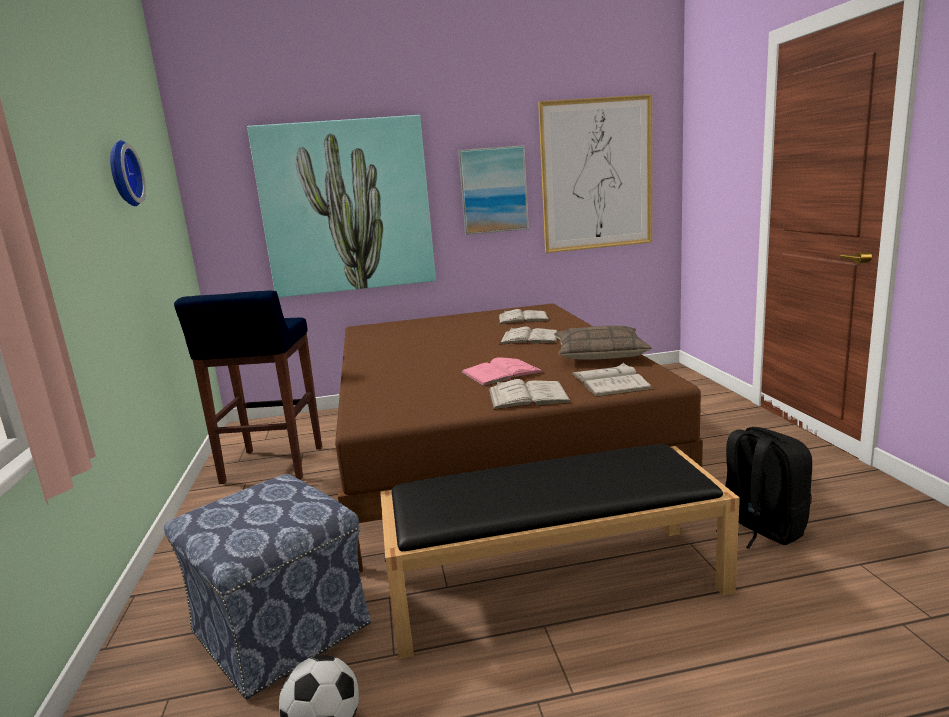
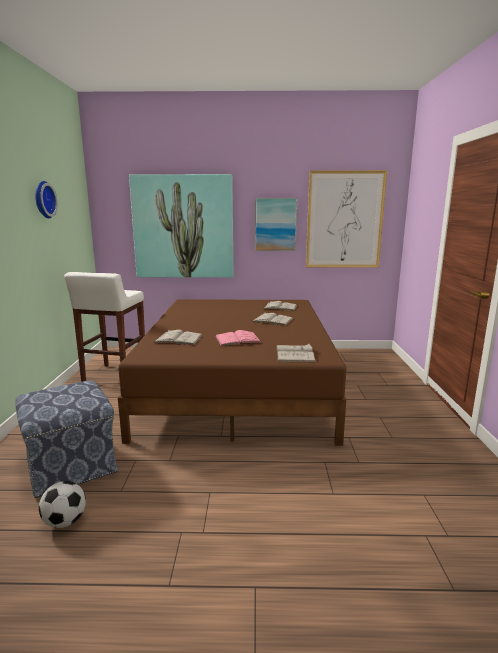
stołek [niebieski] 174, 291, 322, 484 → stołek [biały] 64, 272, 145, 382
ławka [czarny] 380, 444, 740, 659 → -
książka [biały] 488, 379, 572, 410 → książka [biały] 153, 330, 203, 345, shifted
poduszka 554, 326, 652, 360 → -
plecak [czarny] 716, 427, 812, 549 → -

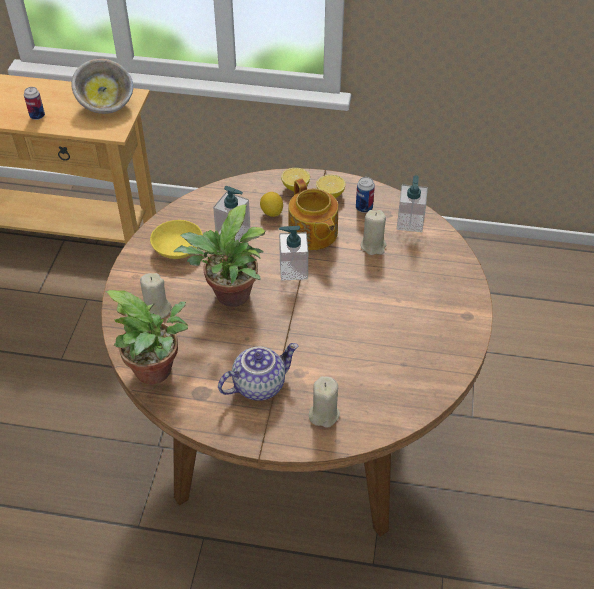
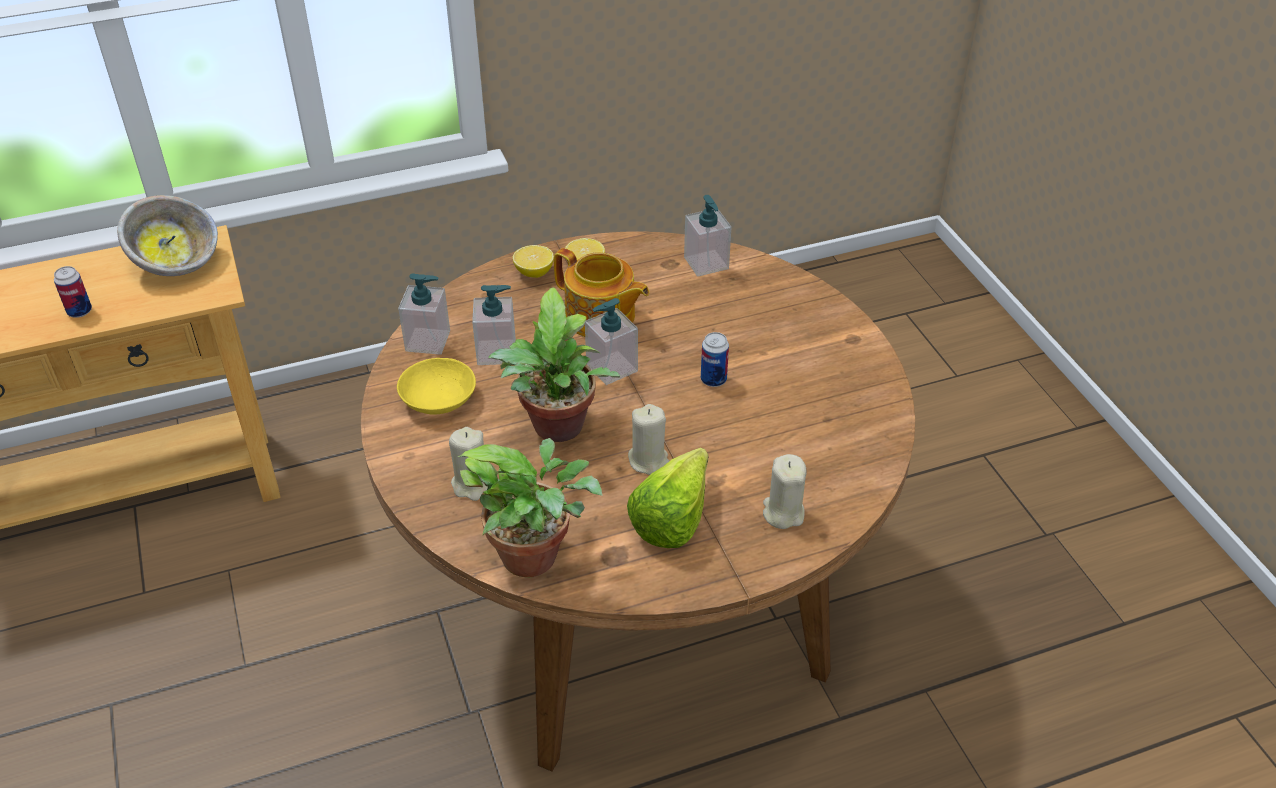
imbryk 218, 343, 298, 401 → sałata 627, 448, 708, 548
cytryna 260, 192, 283, 217 → -
puszka 356, 177, 375, 213 → puszka 701, 332, 729, 387, shifted
świeca [beżowy] 361, 210, 386, 255 → świeca [beżowy] 628, 404, 669, 475, shifted
- → dozownik mydła 398, 273, 450, 355

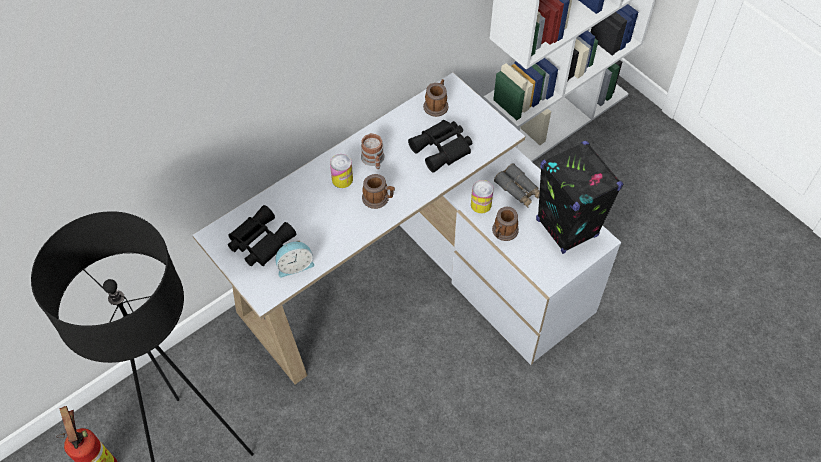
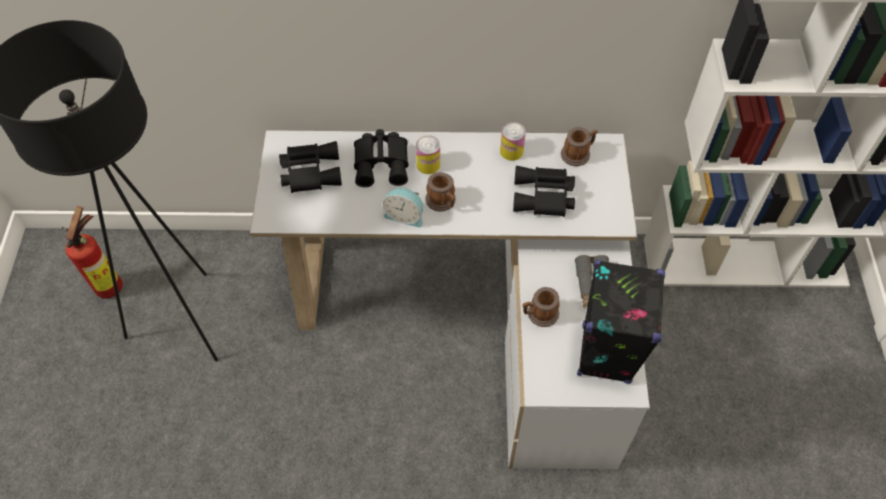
budzik 275, 240, 315, 277 → budzik 383, 188, 423, 228, shifted
kubek 361, 133, 385, 169 → -
puszka 471, 180, 494, 214 → puszka 500, 122, 526, 161, shifted
- → lornetka [czarny] 354, 129, 408, 187

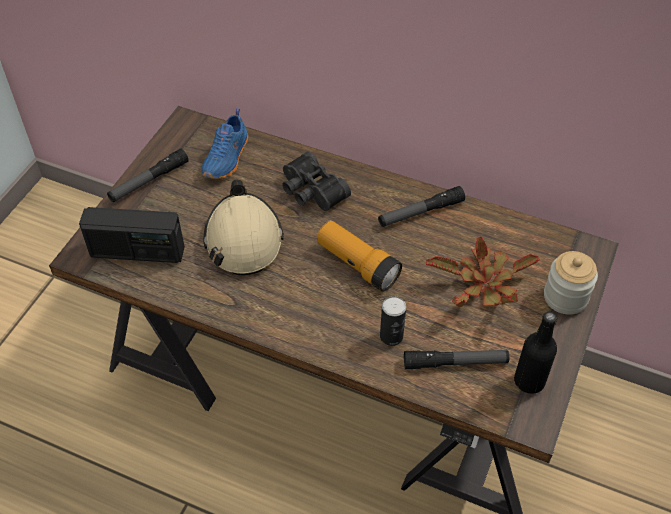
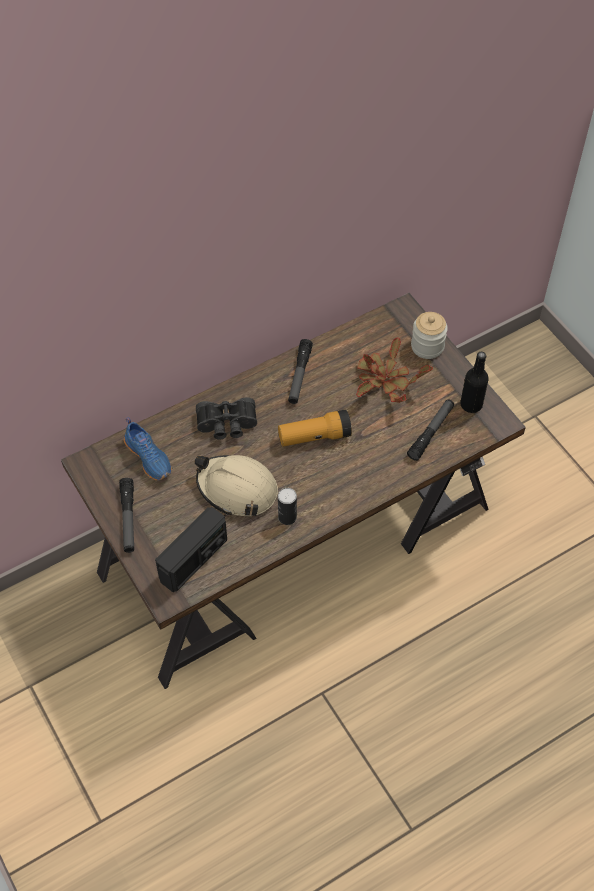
puszka 380, 296, 406, 346 → puszka 278, 488, 297, 525, shifted

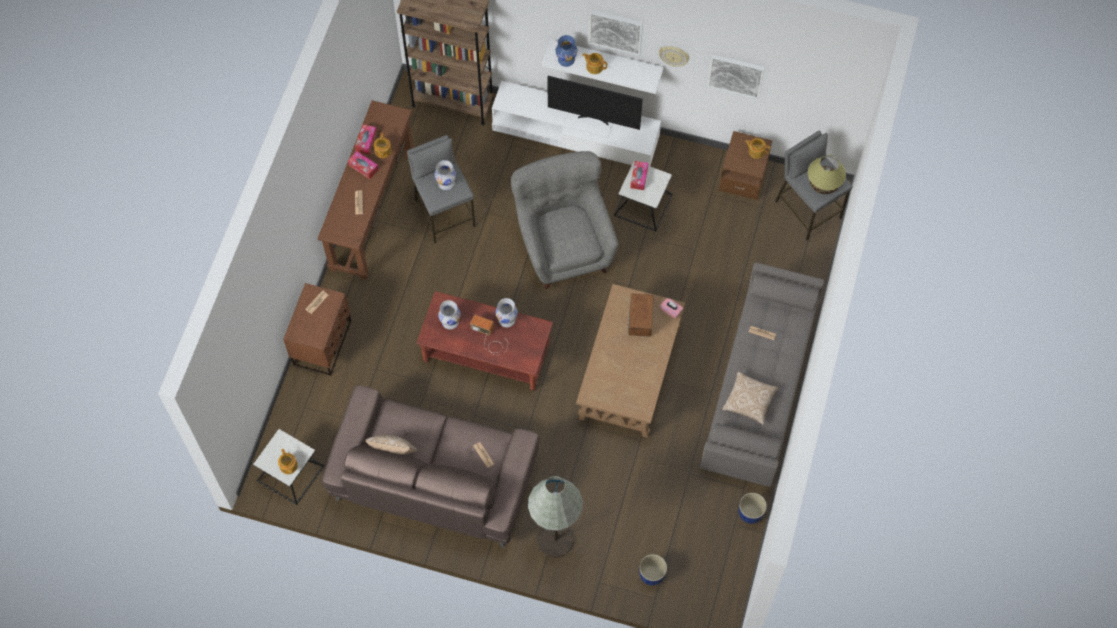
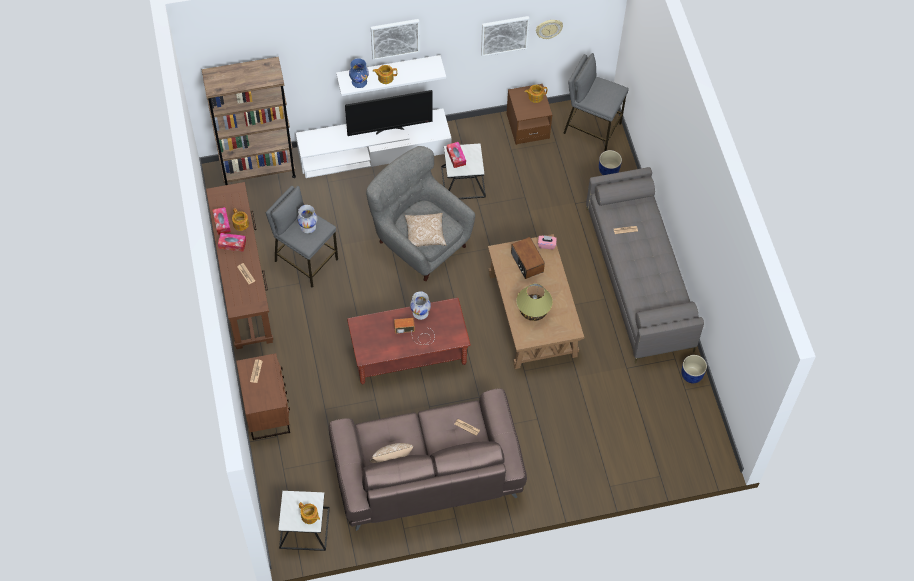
wazon [biały] 438, 300, 461, 329 → -
lampa stojąca [szary] 528, 476, 583, 558 → -
donica [niebieski] 639, 554, 667, 586 → donica [niebieski] 599, 150, 622, 175, shifted
zegar ścienny 659, 46, 689, 67 → zegar ścienny 536, 20, 563, 39, shifted
poduszka 722, 371, 779, 425 → poduszka 405, 213, 446, 247, shifted
lampa stołowa 808, 155, 846, 194 → lampa stołowa 516, 284, 553, 321, shifted

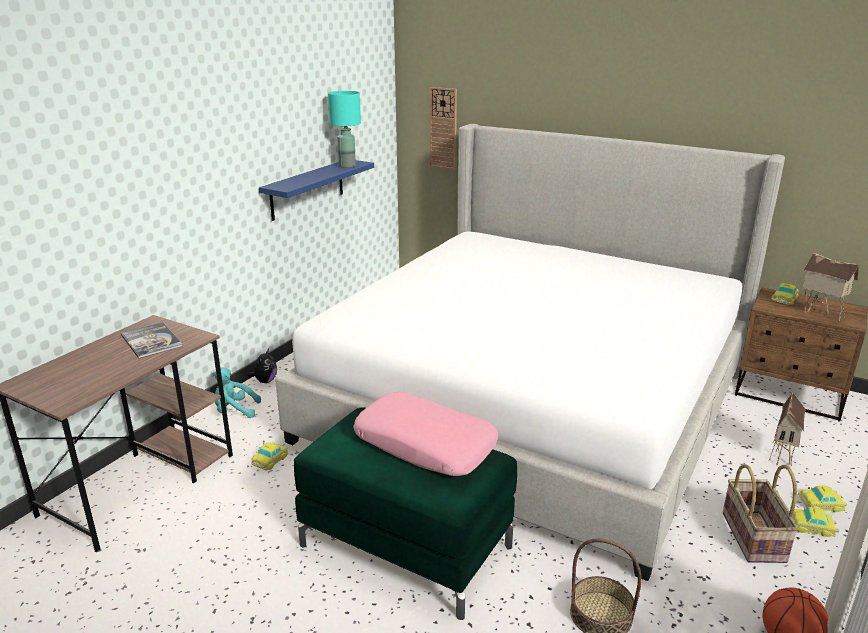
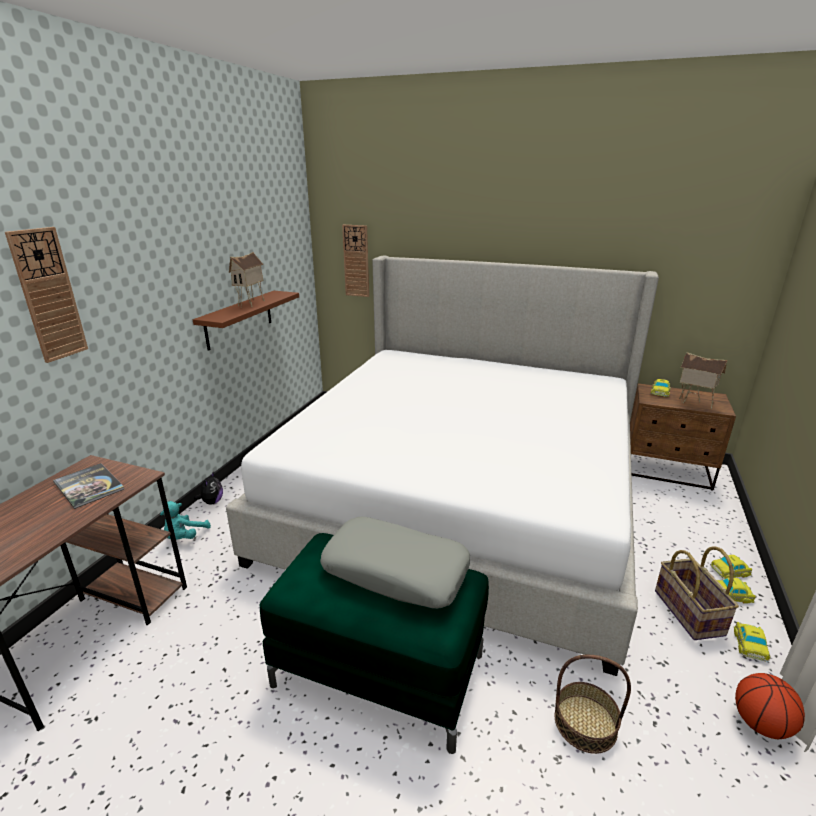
pluszak [turkusowy] 212, 367, 261, 418 → pluszak [turkusowy] 160, 501, 211, 540, 60 degrees counterclockwise
samochodzik 251, 442, 289, 470 → samochodzik 734, 622, 770, 661, shifted
półka [niebieski] 259, 160, 374, 221 → półka [brązowy] 193, 291, 299, 351
lampa stołowa [turkusowy] 328, 91, 361, 168 → -
poduszka [różowy] 354, 392, 498, 476 → poduszka [szary] 320, 516, 470, 609
domek 769, 392, 805, 466 → domek 229, 252, 265, 308, shifted
- → zegar ścienny 5, 227, 88, 363

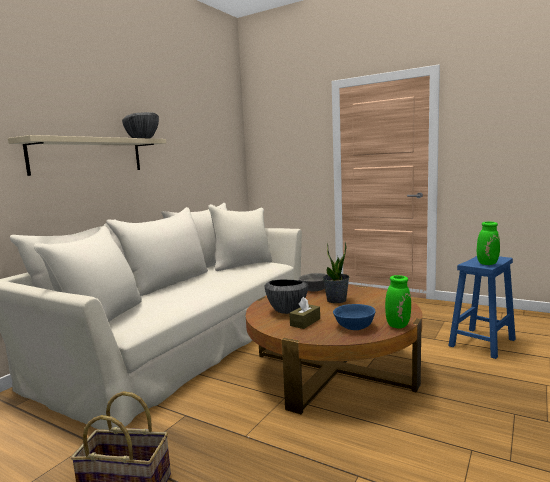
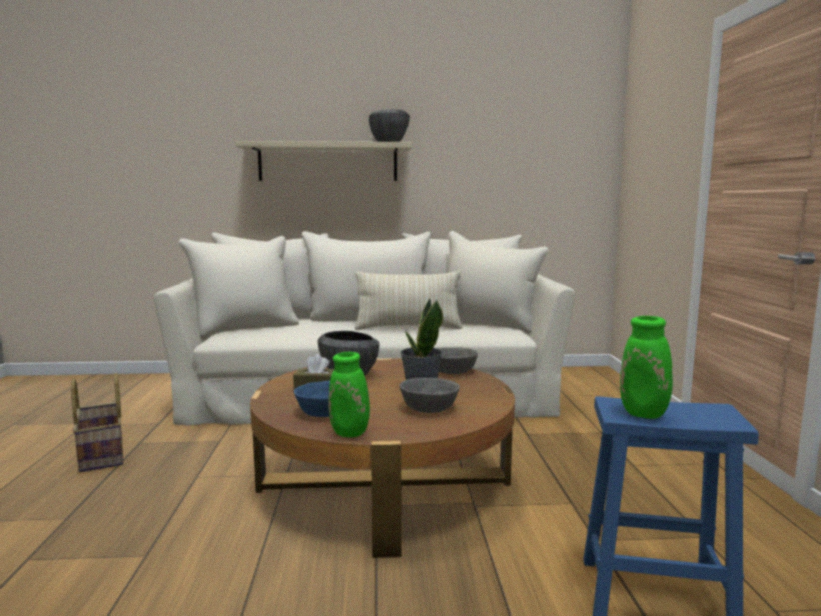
- → poduszka [beżowy] 354, 271, 463, 330
- → miska [szary] 400, 378, 460, 413

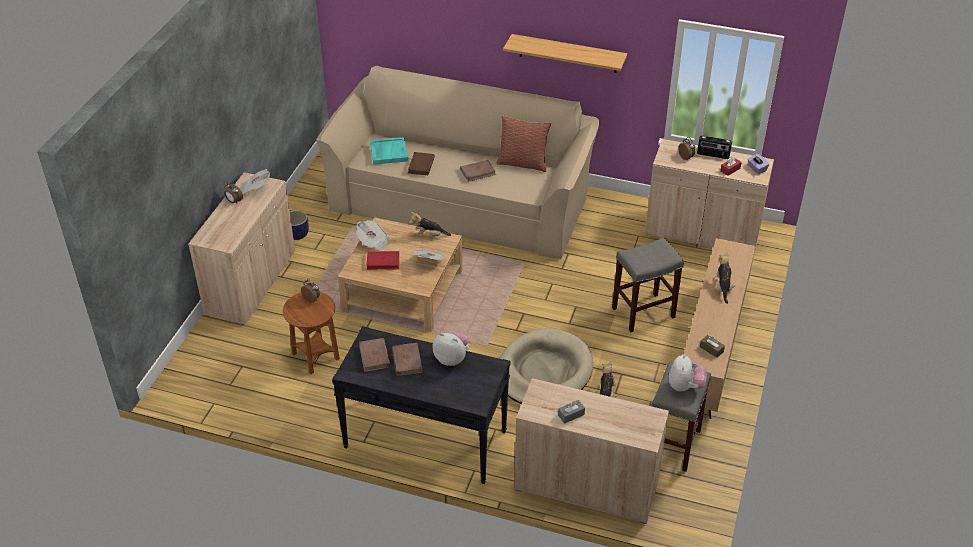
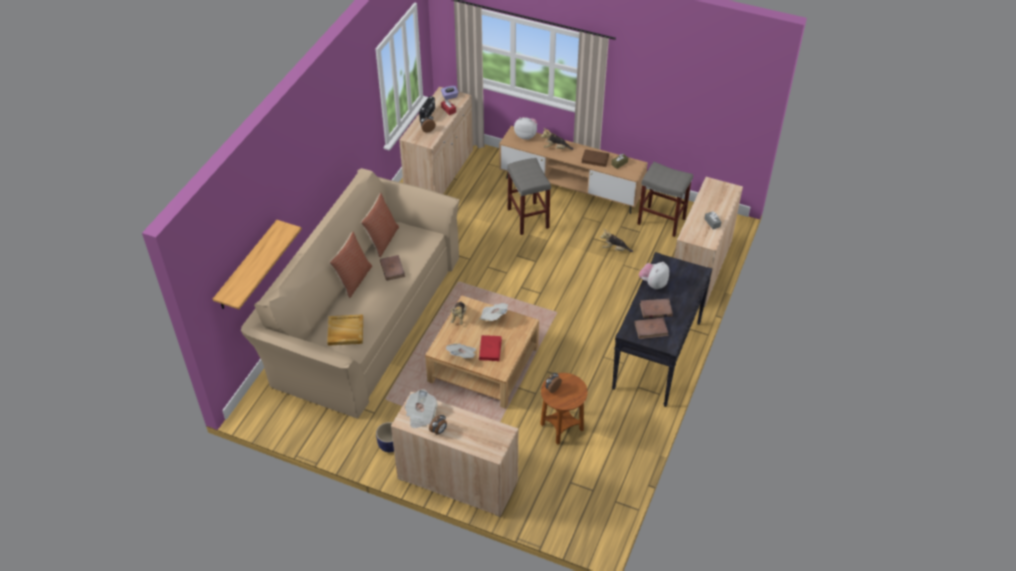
taca [turkusowy] 370, 137, 408, 165 → taca [beżowy] 327, 314, 363, 346
książka [brązowy] 408, 152, 435, 175 → książka [brązowy] 581, 149, 609, 167, shifted
legowisko [beżowy] 500, 328, 593, 404 → -
półka 503, 34, 627, 73 → półka 213, 220, 302, 309, shifted
pluszak 669, 354, 706, 392 → pluszak 514, 117, 537, 140, shifted
- → poduszka 329, 231, 372, 298

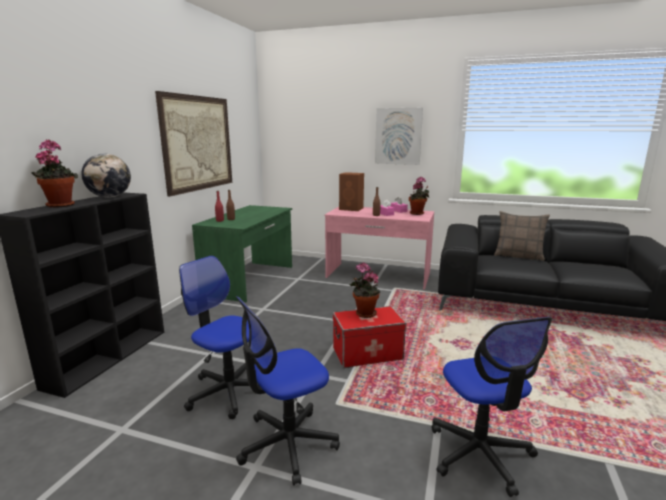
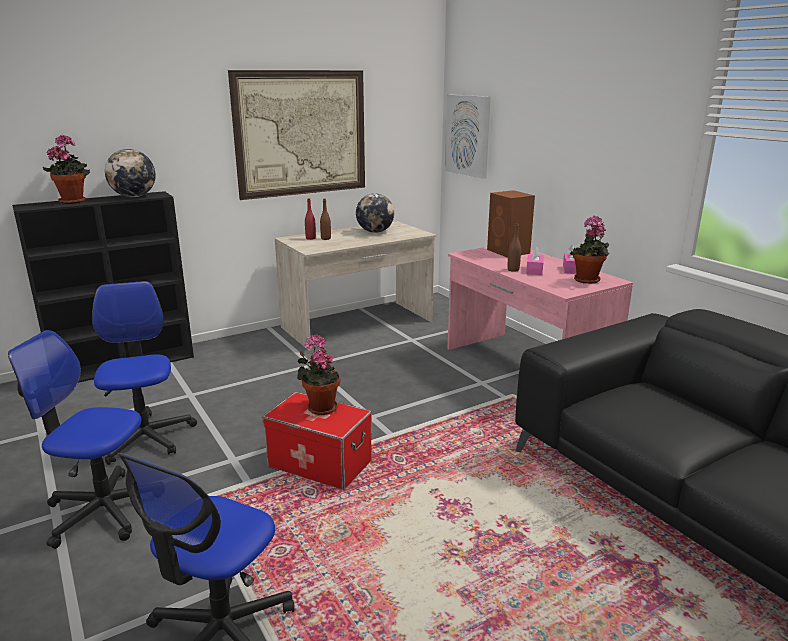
biurko [zielony] 192, 205, 292, 302 → biurko [beżowy] 275, 221, 436, 351
obraz 375, 108, 423, 165 → obraz 445, 95, 491, 179, shifted
poduszka 494, 211, 550, 261 → -
- → globus 356, 193, 394, 233

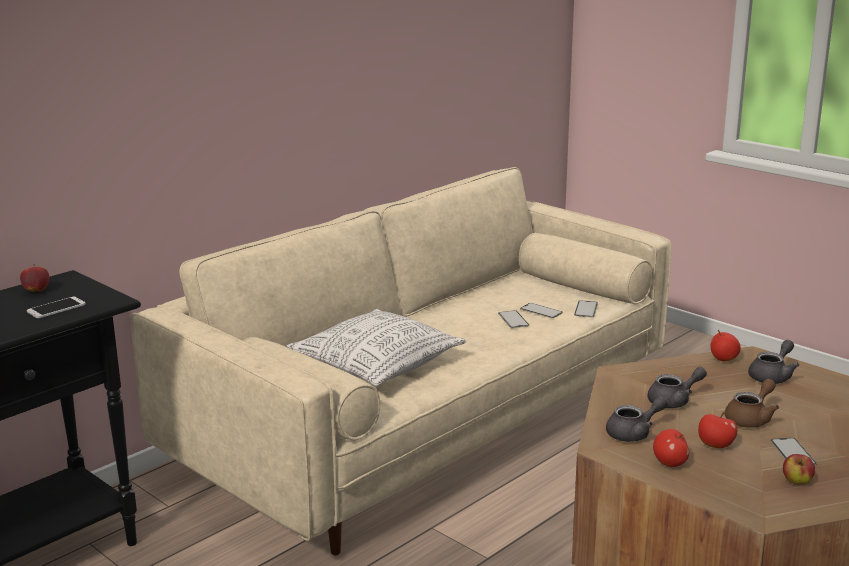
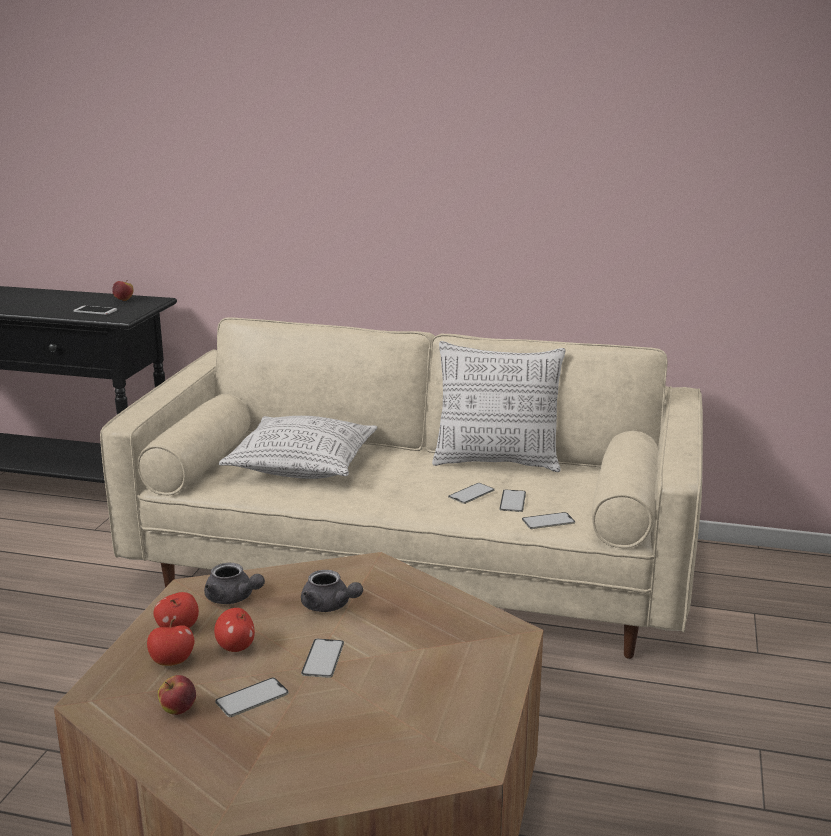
jabłko 711, 330, 741, 361 → jabłko 147, 619, 195, 666, shifted
imbryk [brązowy] 725, 379, 779, 428 → telefon 301, 639, 344, 678
imbryk [szary] 748, 340, 799, 384 → -
- → poduszka 432, 341, 565, 472

